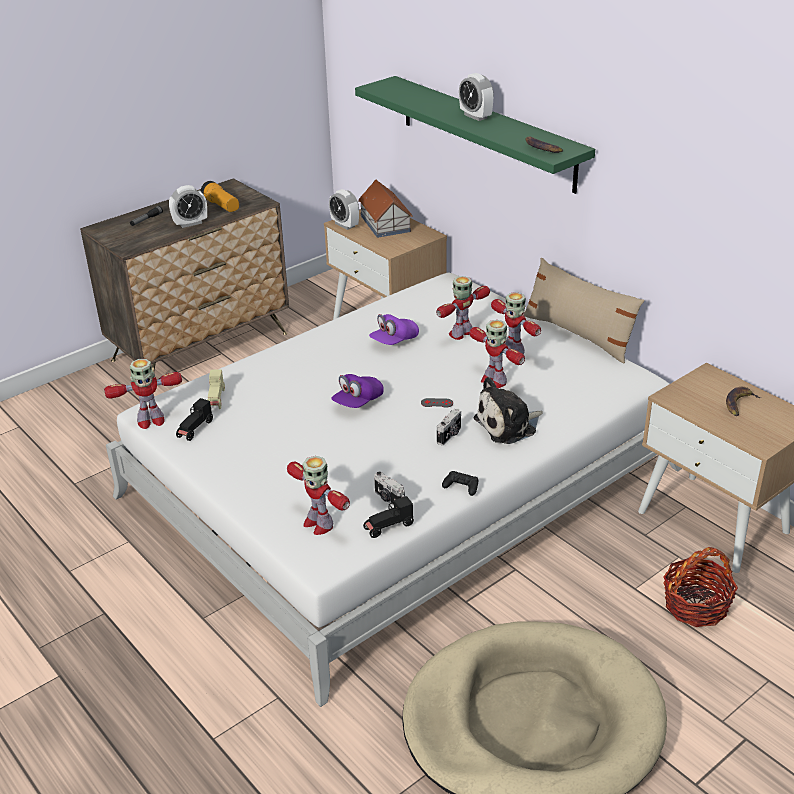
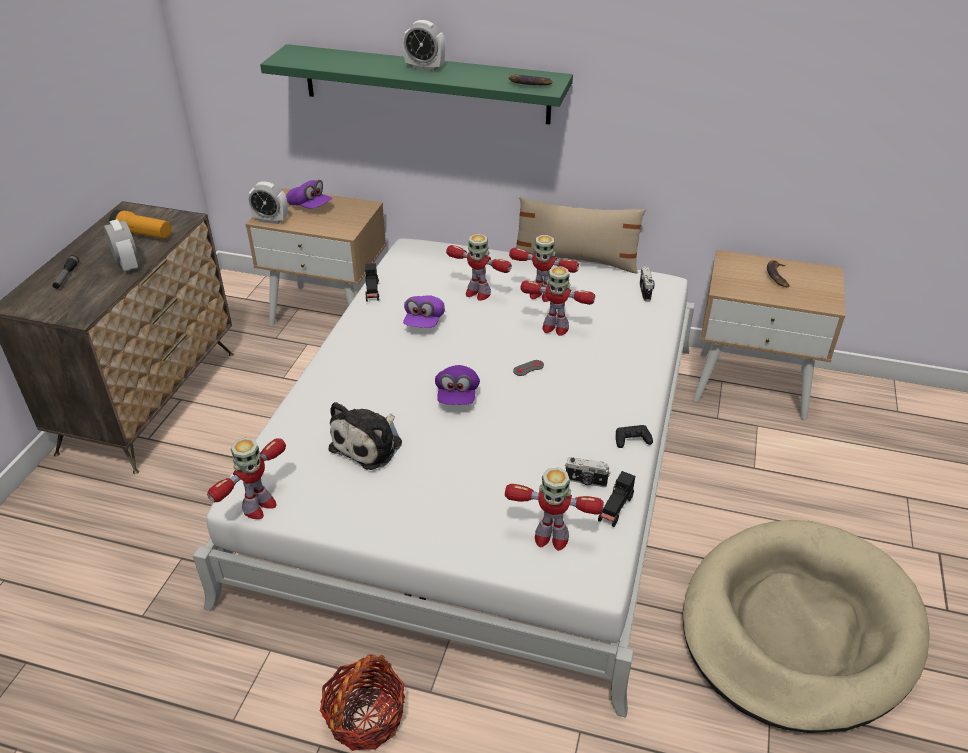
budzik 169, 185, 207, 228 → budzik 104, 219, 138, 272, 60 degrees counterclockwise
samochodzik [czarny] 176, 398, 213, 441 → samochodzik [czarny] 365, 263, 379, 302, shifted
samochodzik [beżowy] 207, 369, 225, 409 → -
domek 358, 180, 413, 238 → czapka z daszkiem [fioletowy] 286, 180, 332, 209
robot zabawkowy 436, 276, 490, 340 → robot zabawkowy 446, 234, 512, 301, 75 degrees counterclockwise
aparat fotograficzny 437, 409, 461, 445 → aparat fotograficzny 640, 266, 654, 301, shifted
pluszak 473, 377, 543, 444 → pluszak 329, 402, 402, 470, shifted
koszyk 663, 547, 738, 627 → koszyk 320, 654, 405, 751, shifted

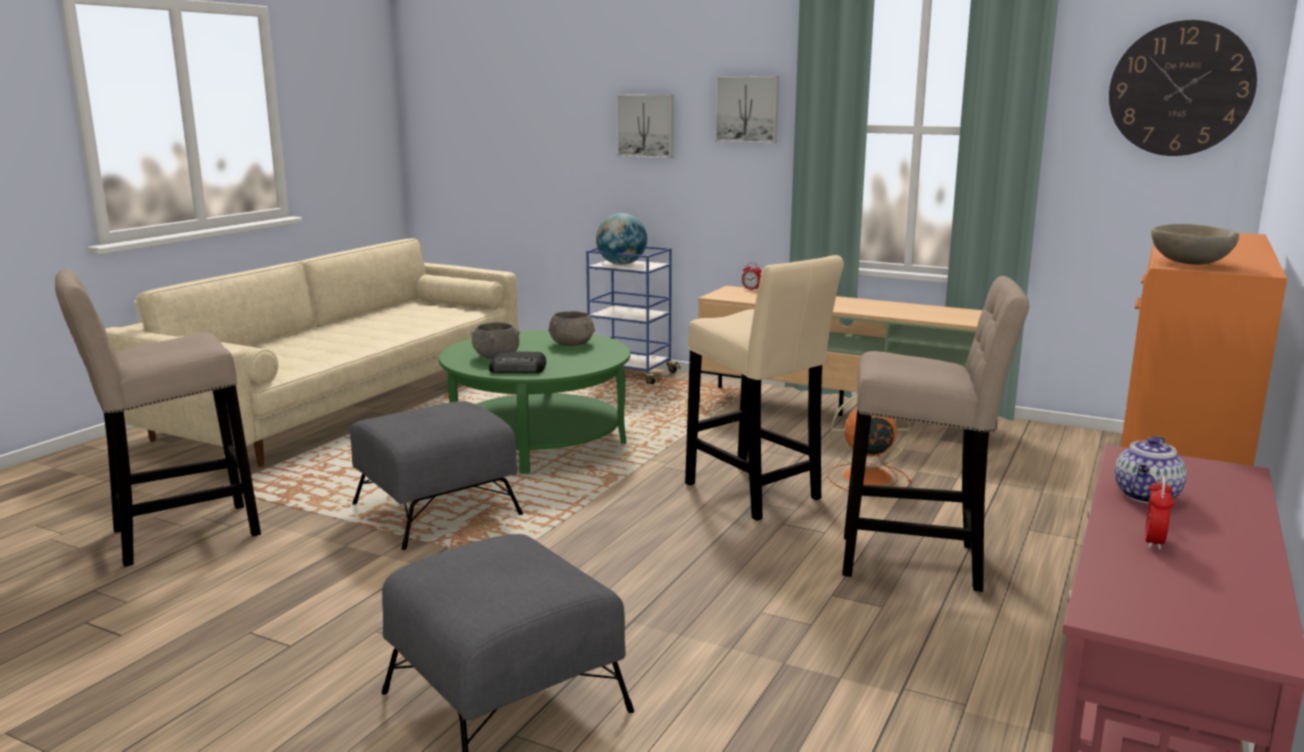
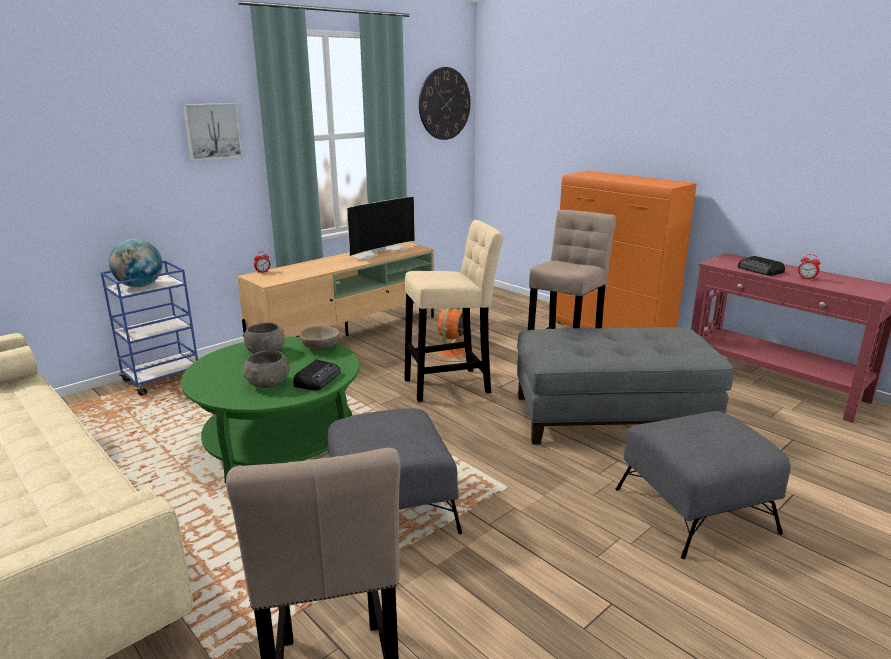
obraz 616, 95, 674, 158 → -
imbryk 1115, 436, 1187, 504 → radio 738, 256, 785, 276
miska [beżowy] 1151, 224, 1239, 265 → miska [beżowy] 300, 326, 340, 350, shifted
- → telewizor 347, 196, 415, 259
- → pufa [szary] 517, 327, 734, 444

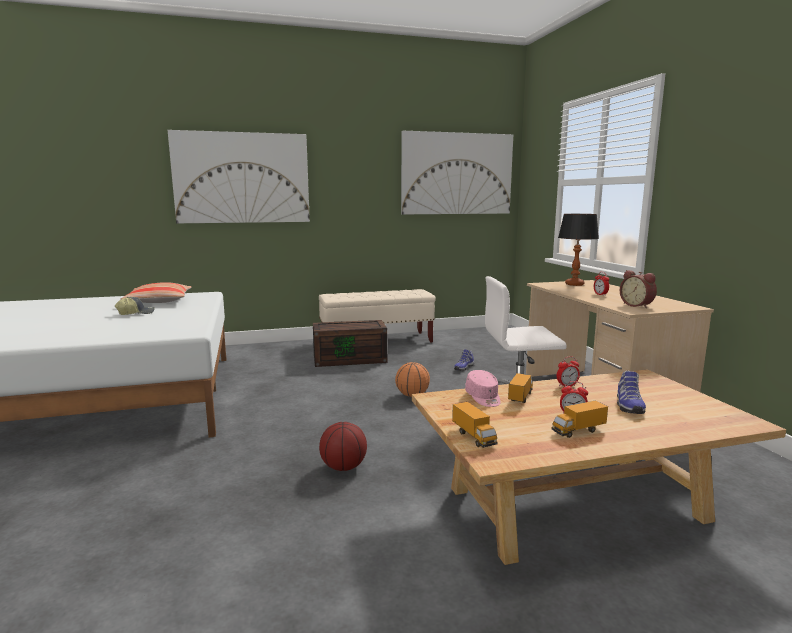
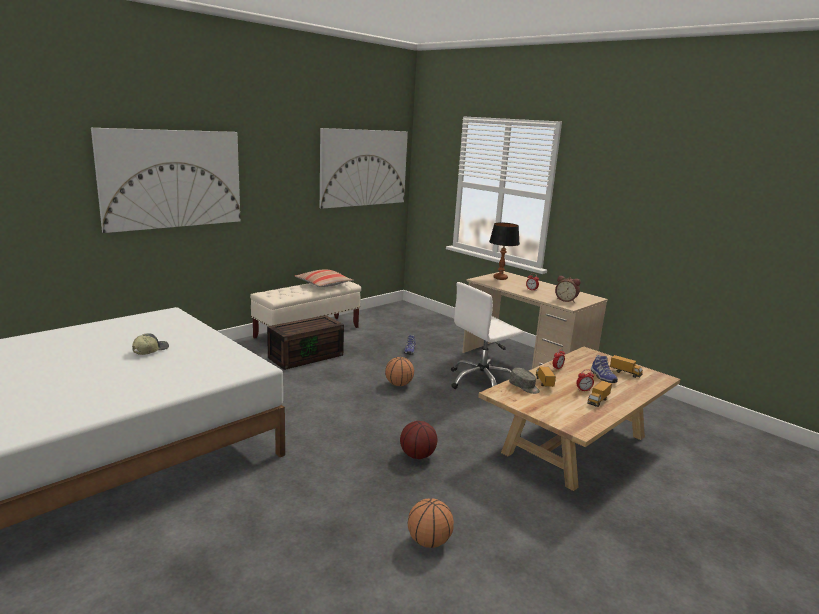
poduszka 121, 282, 192, 303 → poduszka 295, 269, 353, 287, shifted
ciężarówka zabawkowa 452, 402, 498, 448 → ciężarówka zabawkowa 610, 355, 643, 378, shifted
czapka z daszkiem [różowy] 465, 370, 501, 407 → czapka z daszkiem [szary] 509, 368, 540, 394
- → piłka do koszykówki 408, 498, 454, 548

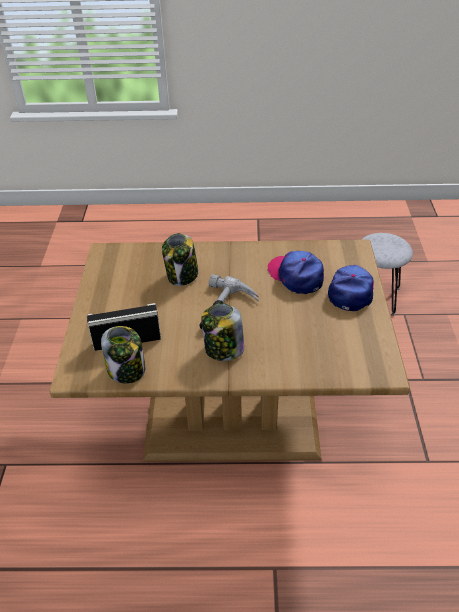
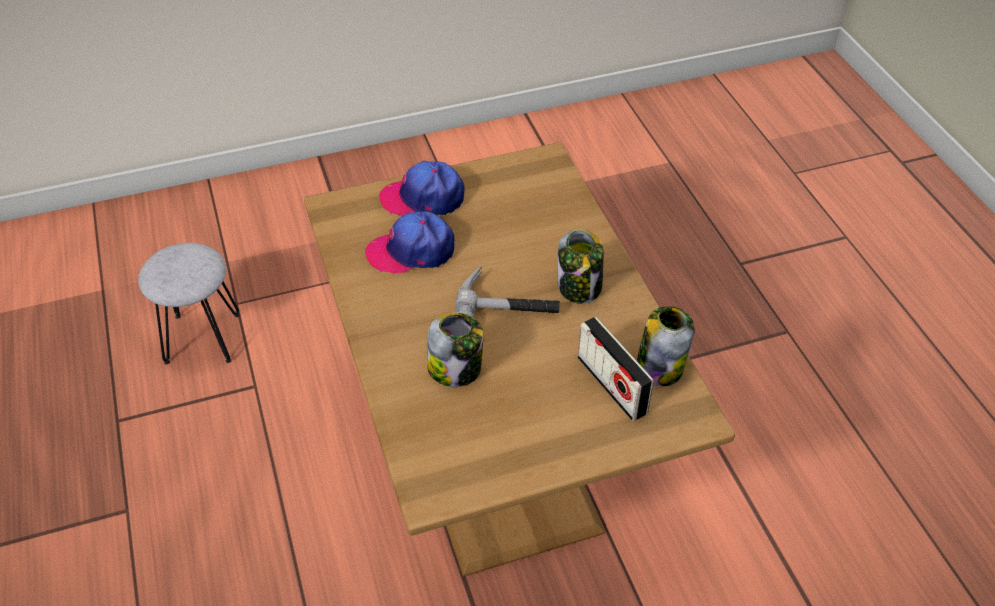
czapka z daszkiem 268, 251, 324, 294 → czapka z daszkiem 365, 211, 455, 274, 45 degrees clockwise

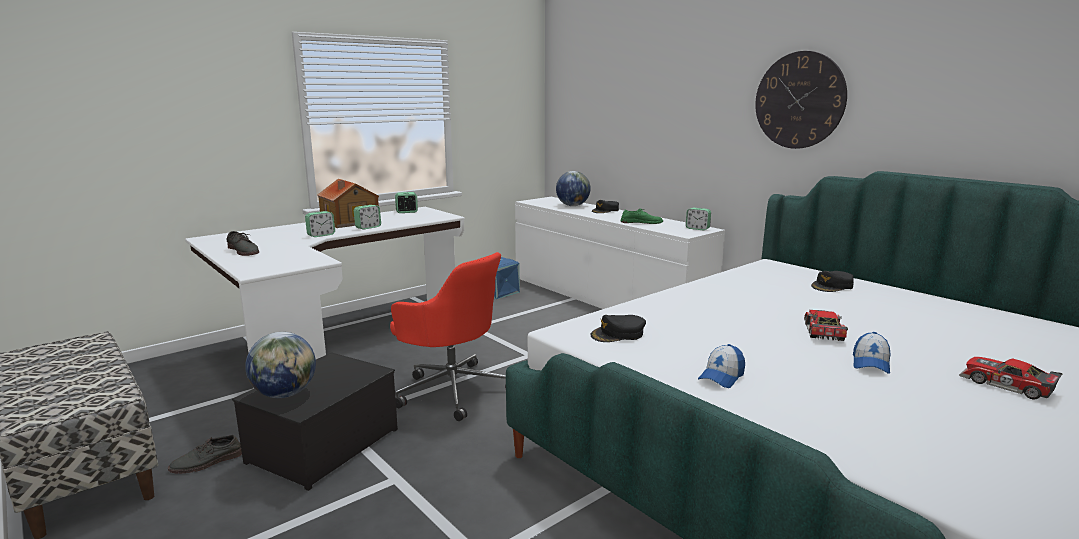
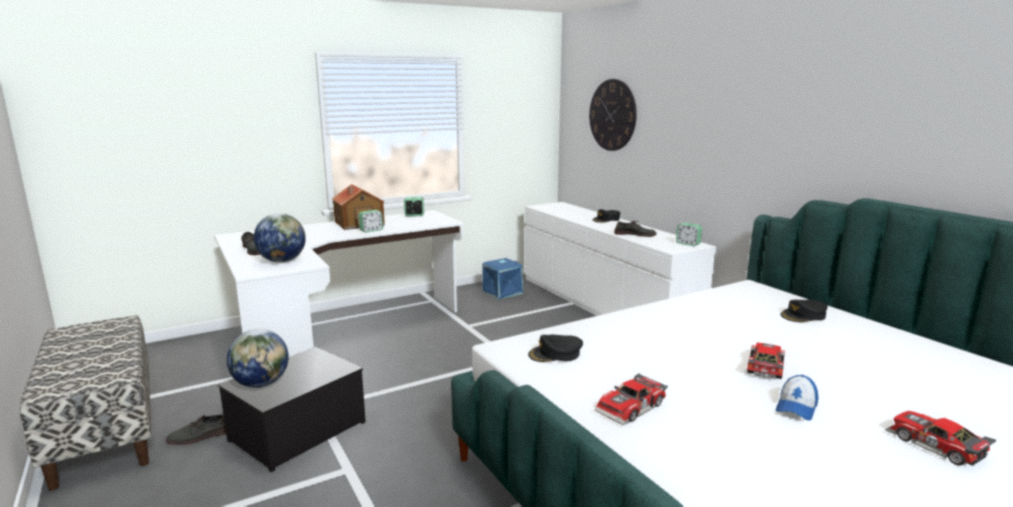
budzik 305, 211, 335, 237 → -
krzesło biurowe [czerwony] 390, 252, 506, 421 → -
globus 556, 171, 591, 206 → globus 254, 213, 306, 263, shifted
but [zielony] 621, 208, 663, 224 → but [szary] 614, 221, 657, 237
czapka z daszkiem 698, 344, 745, 388 → samochodzik 594, 373, 668, 425
zegar ścienny 755, 51, 847, 149 → zegar ścienny 589, 79, 637, 151, shifted

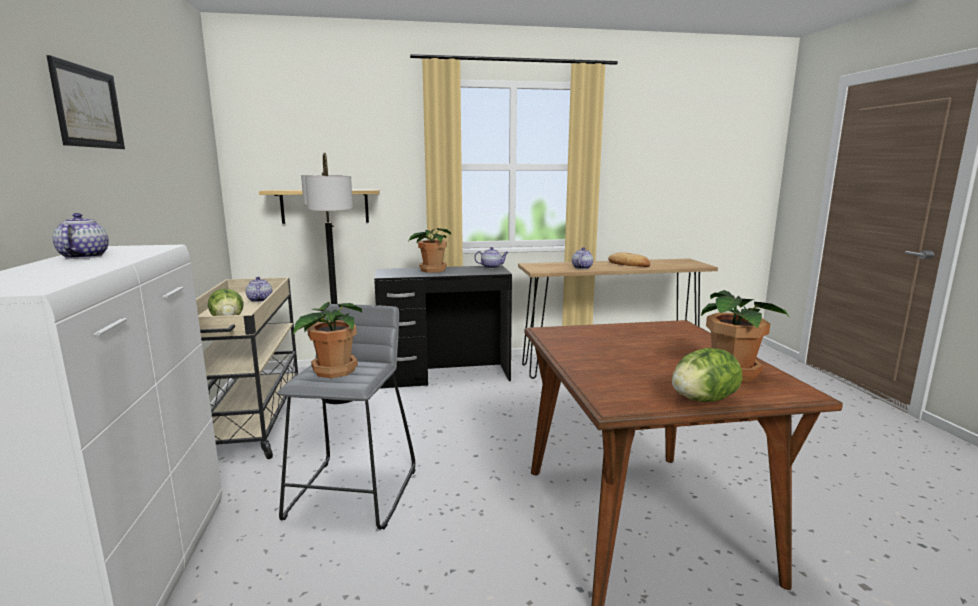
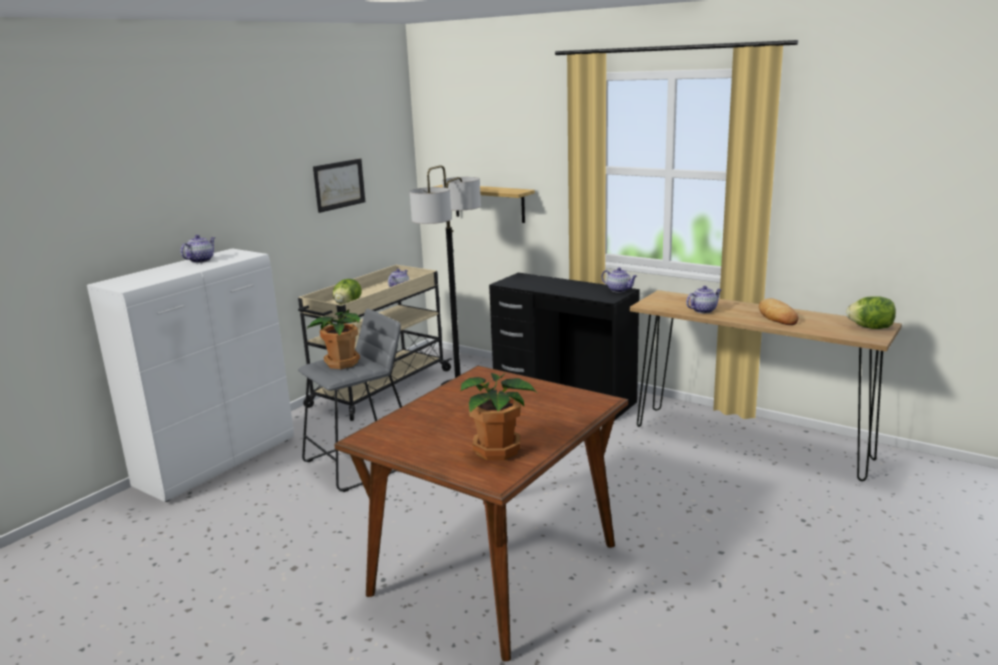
obraz 46, 55, 125, 149 → obraz 313, 159, 365, 213, shifted
roślina doniczkowa 408, 228, 451, 273 → -
sałata 672, 348, 742, 402 → sałata 846, 296, 896, 329, shifted

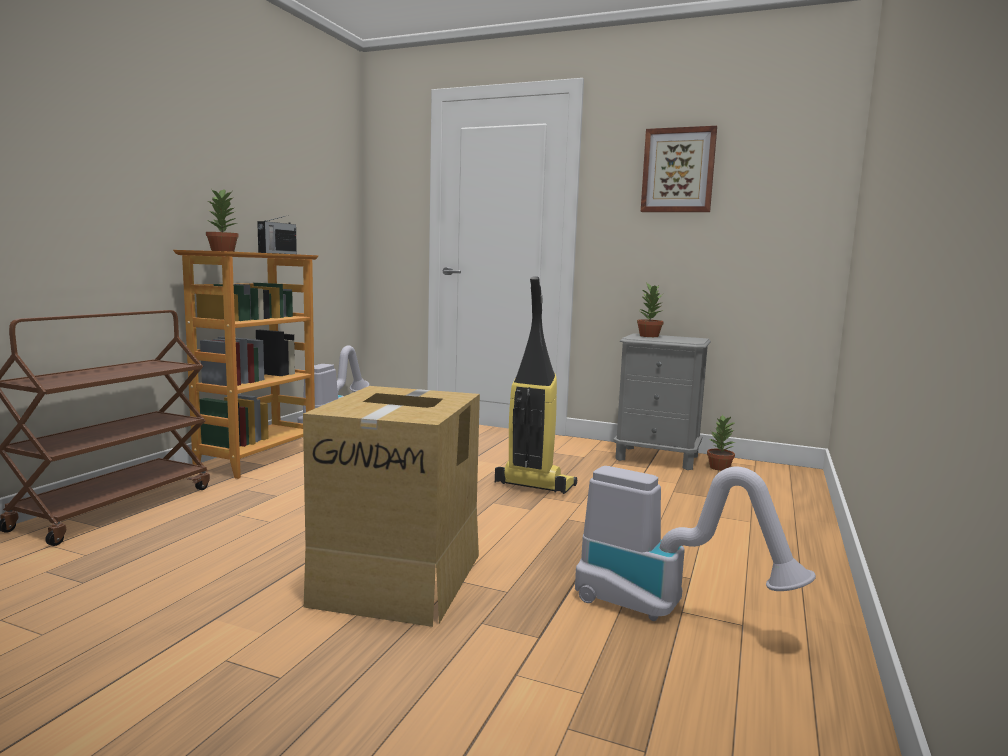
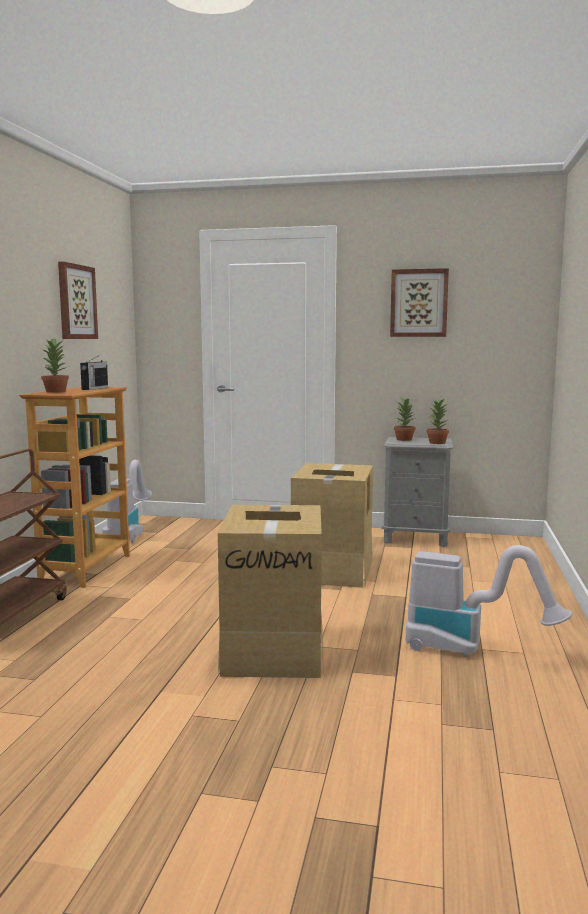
odkurzacz 495, 276, 577, 494 → karton 291, 463, 373, 588
roślina doniczkowa 707, 414, 735, 471 → roślina doniczkowa 427, 398, 449, 444, shifted
- → obraz 58, 262, 98, 339

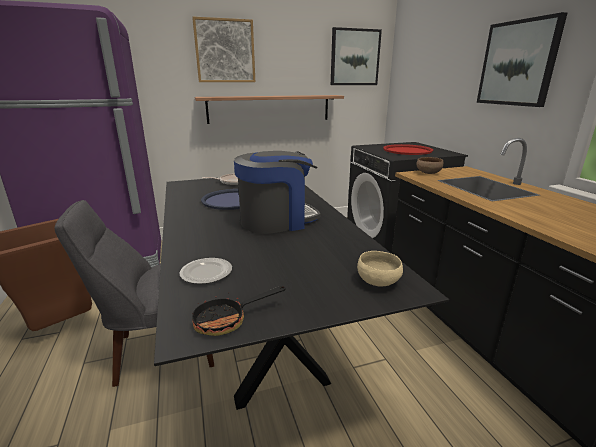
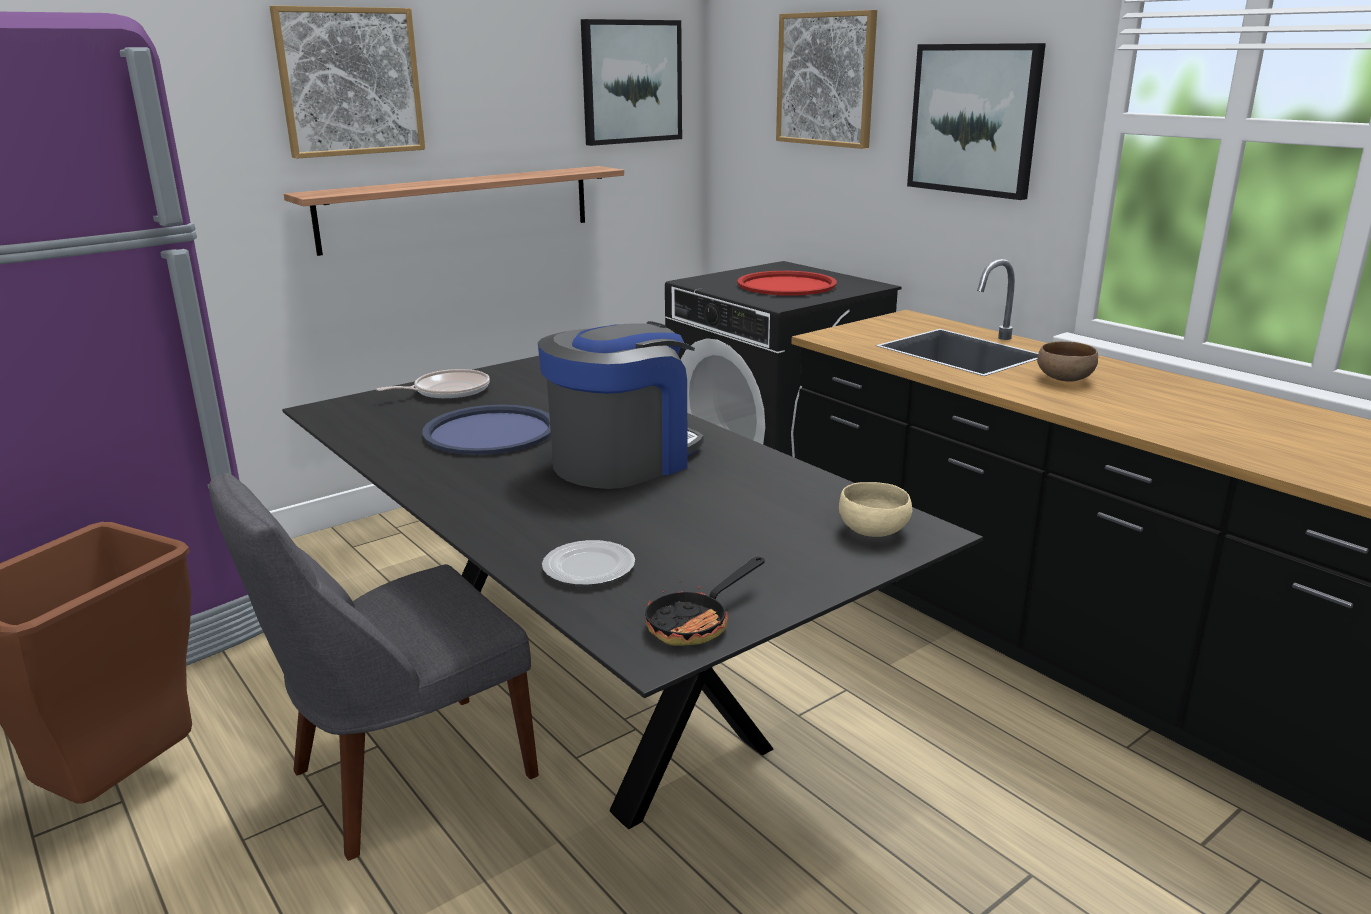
miska [brązowy] 416, 157, 443, 174 → miska [brązowy] 1037, 341, 1098, 381, shifted
- → obraz 776, 10, 877, 149

